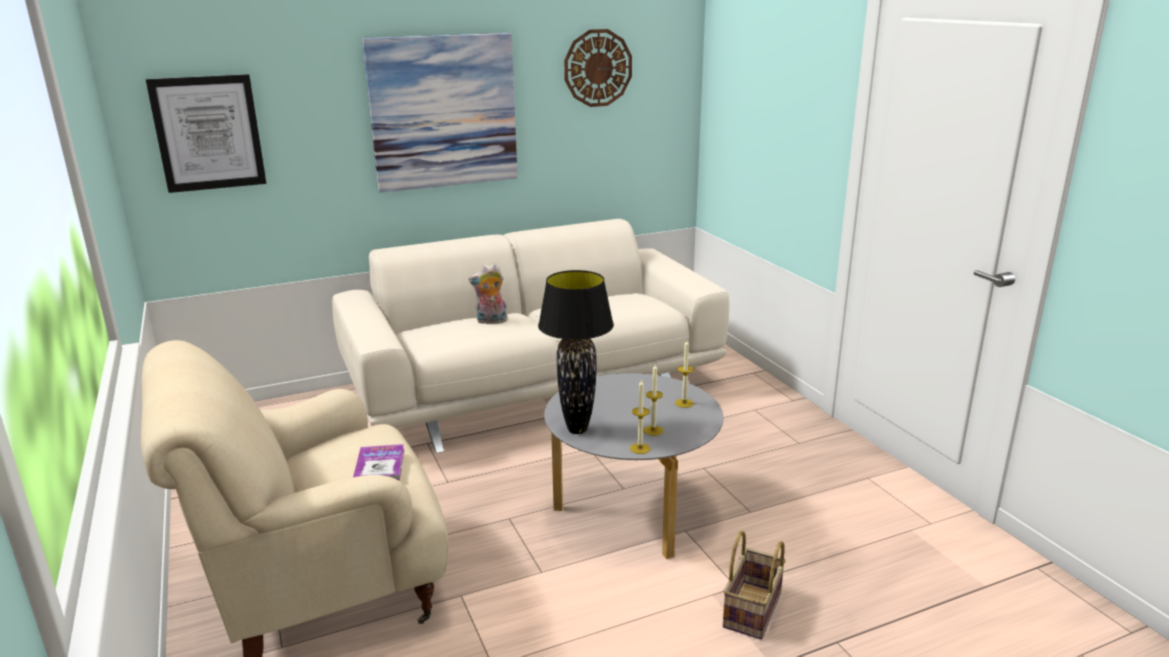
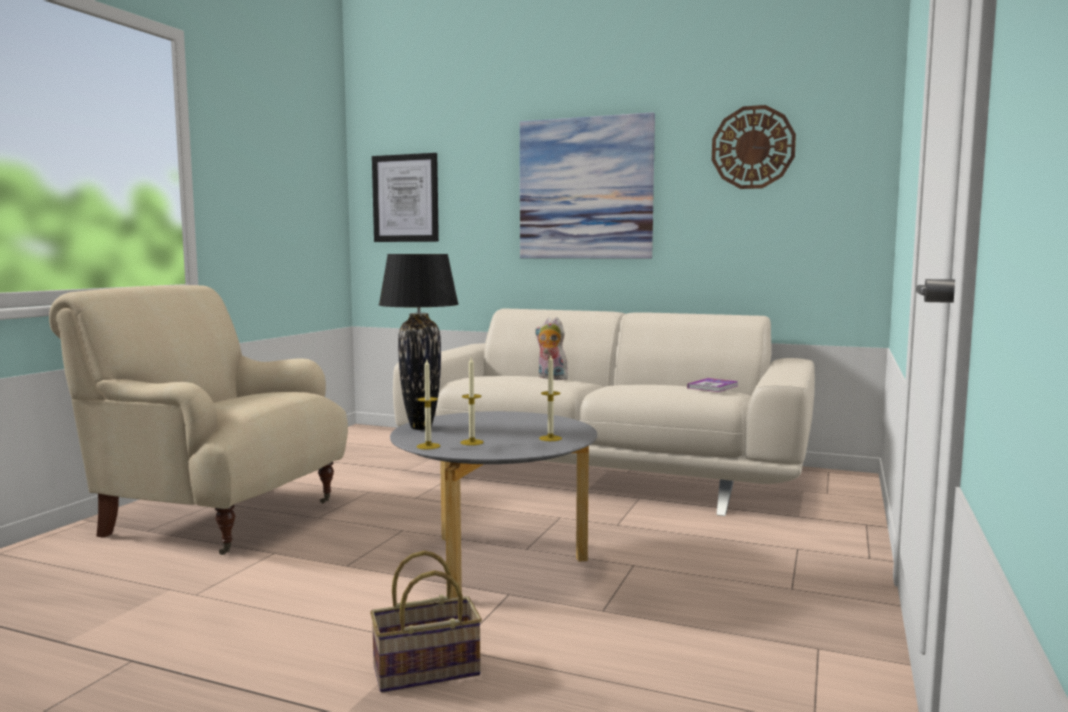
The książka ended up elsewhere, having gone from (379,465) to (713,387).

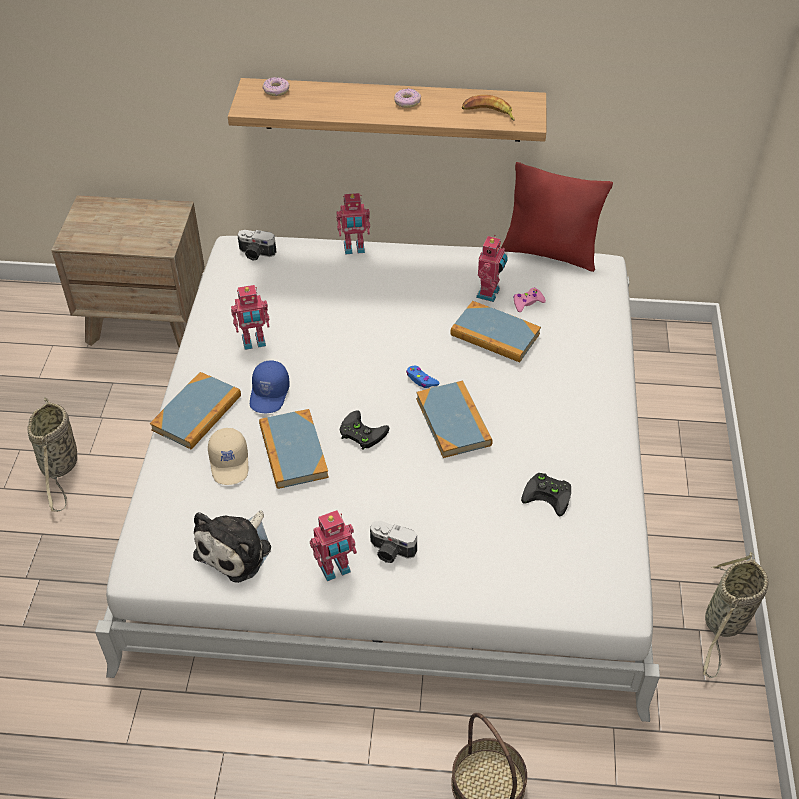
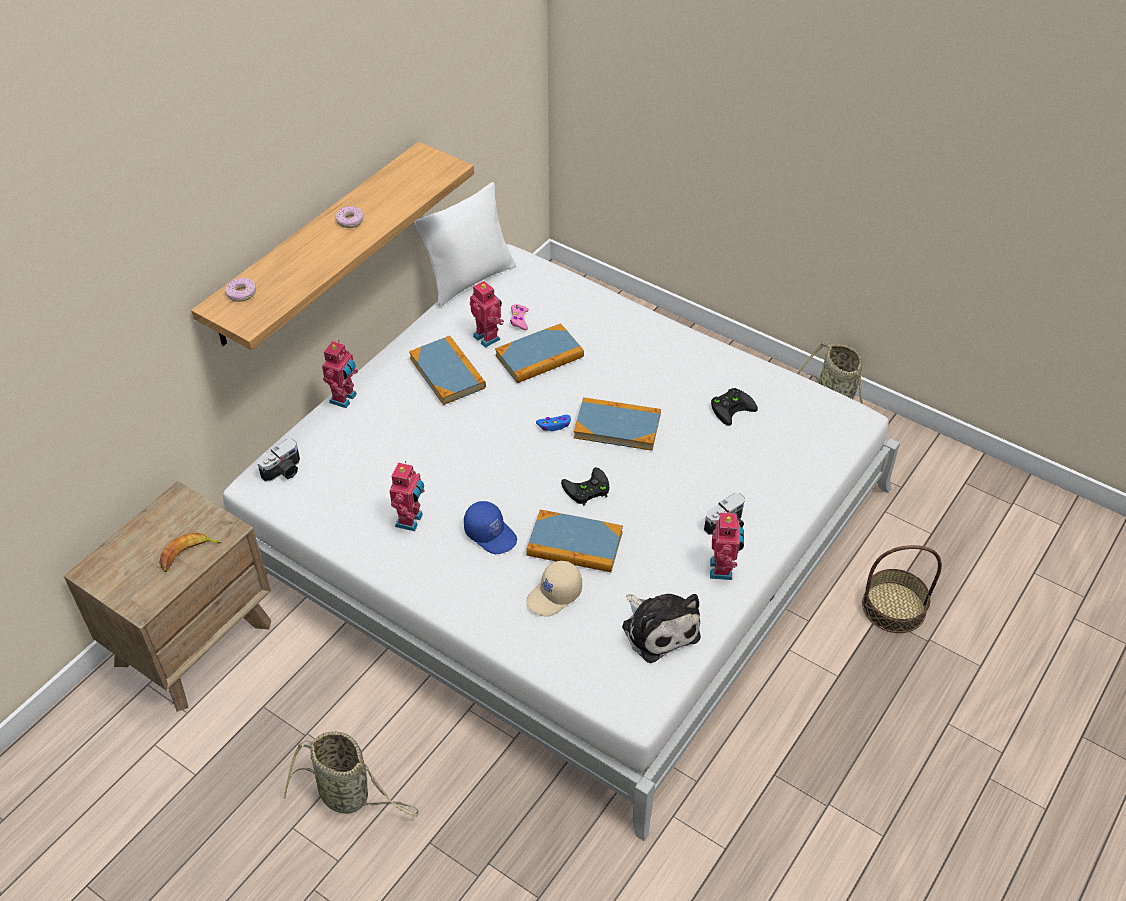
The książka ended up elsewhere, having gone from (197,413) to (447,373).
The banan ended up elsewhere, having gone from (488,113) to (188,555).
What was the poduszka/czerwony at (550,253) turned into the poduszka/biały at (470,279).
The czapka z daszkiem/beżowy at (230,463) ended up facing another way, 120 degrees clockwise from before.

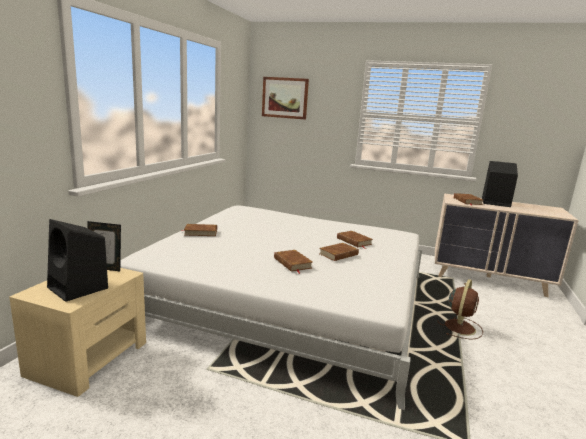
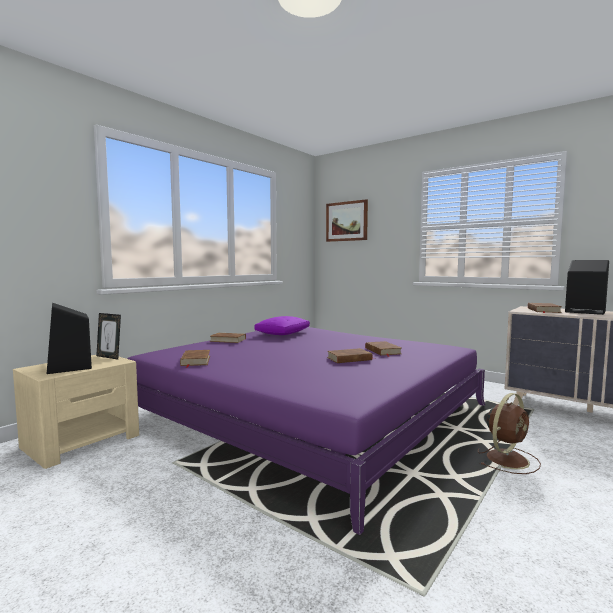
The second view gained the poduszka/fioletowy at (283,333).
The książka/brązowy ended up elsewhere, having gone from (292,263) to (195,361).
What was the łóżko/biały at (287,297) turned into the łóżko/fioletowy at (308,412).

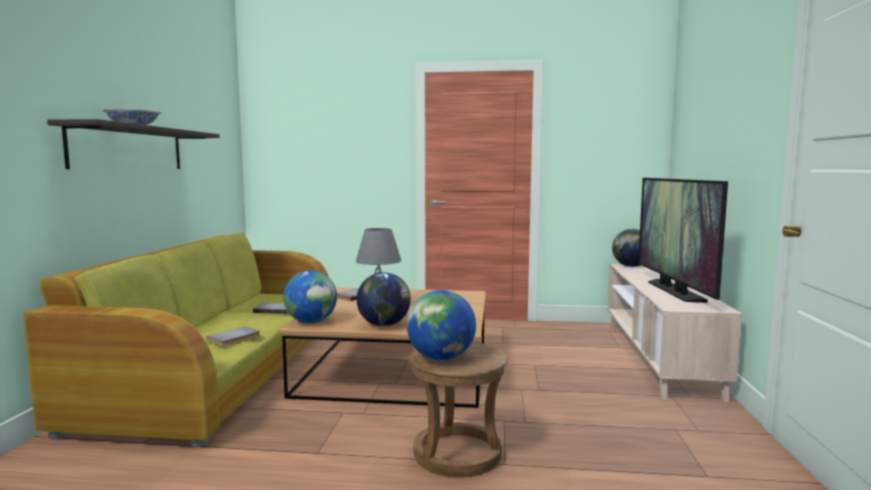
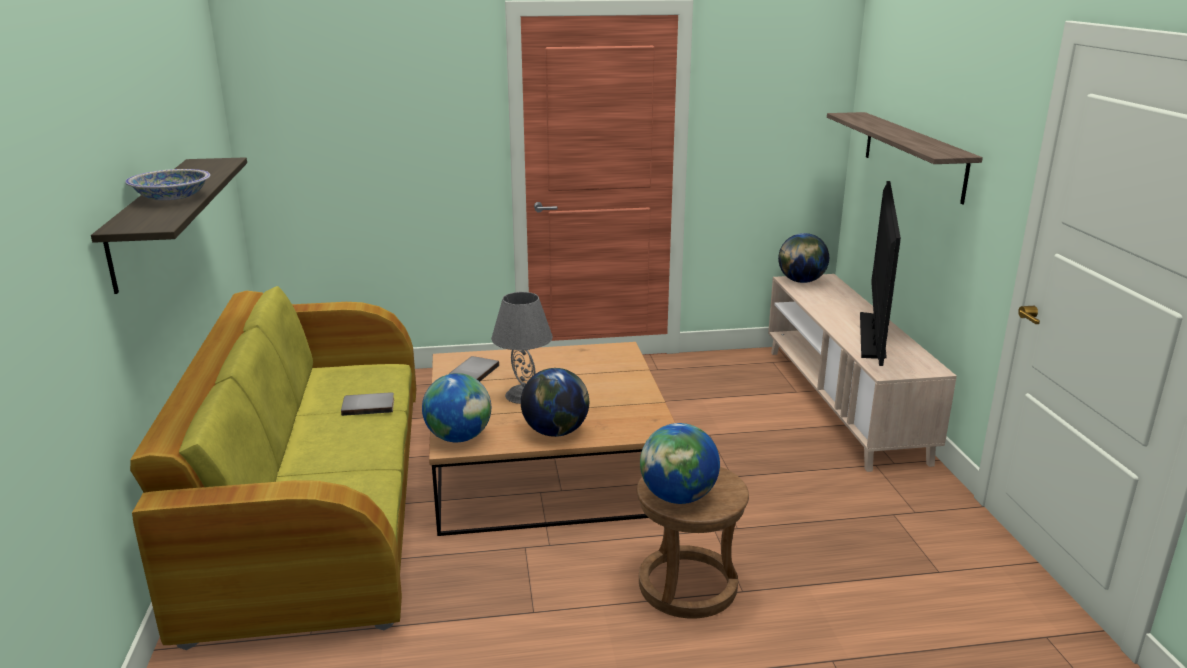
The second view lost the książka/szary at (235,338).
The second view gained the półka at (913,155).
The telewizor at (674,291) ended up facing another way, 150 degrees counterclockwise from before.

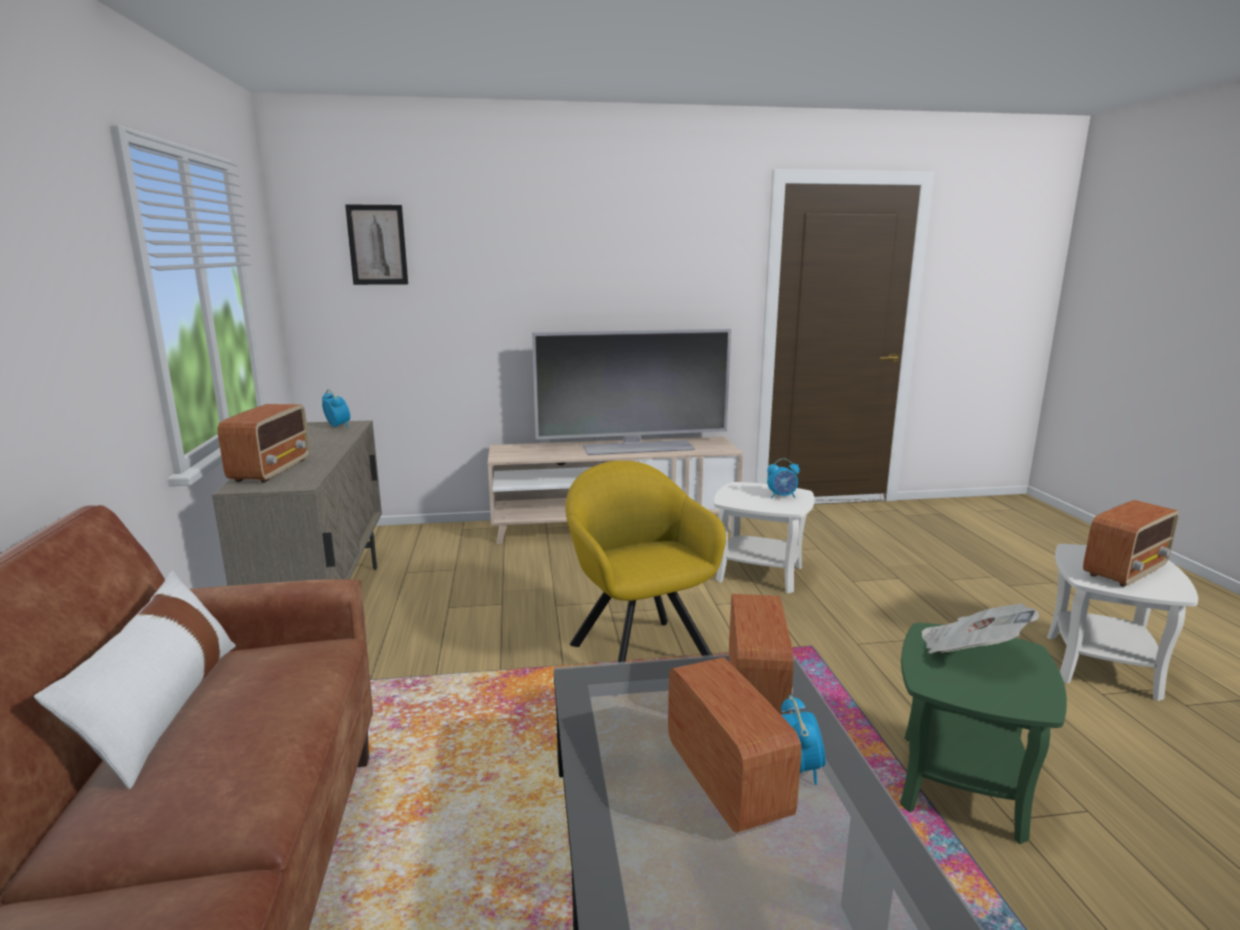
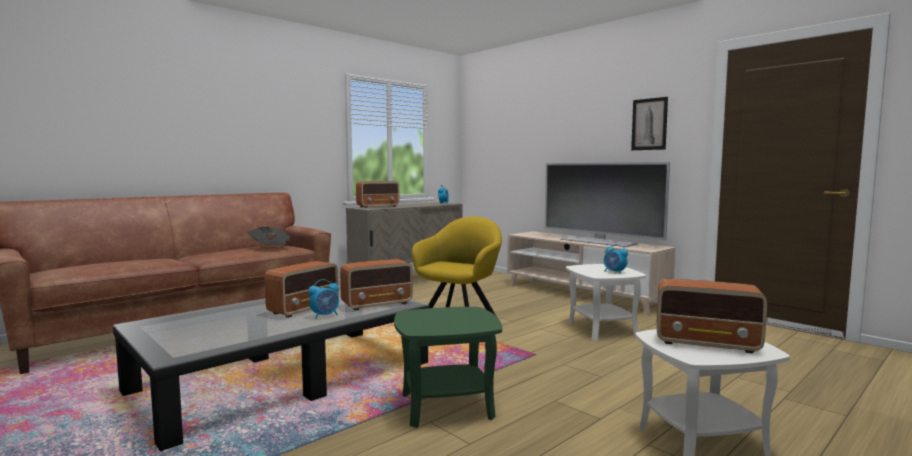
The second view lost the poduszka/biały at (163,708).
The obraz ended up elsewhere, having gone from (377,245) to (649,124).
The gazeta ended up elsewhere, having gone from (970,652) to (271,247).

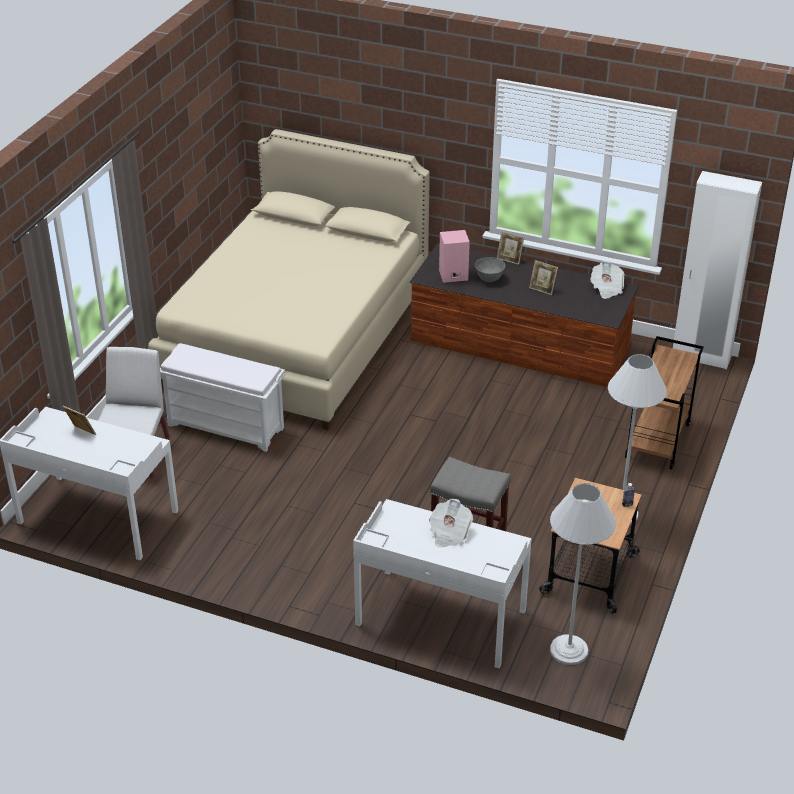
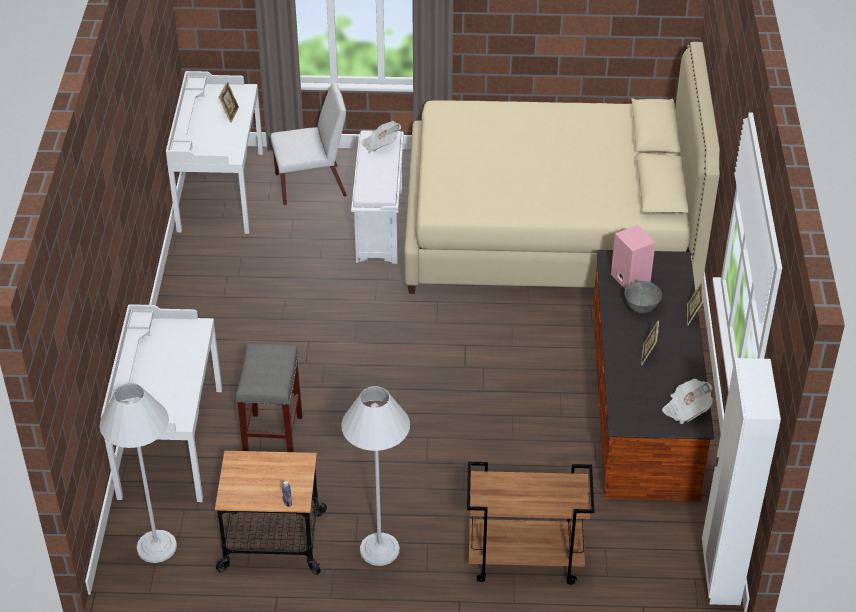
The gazeta ended up elsewhere, having gone from (449,533) to (380,145).

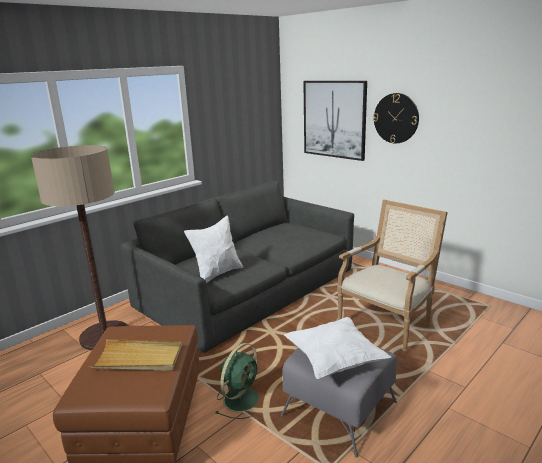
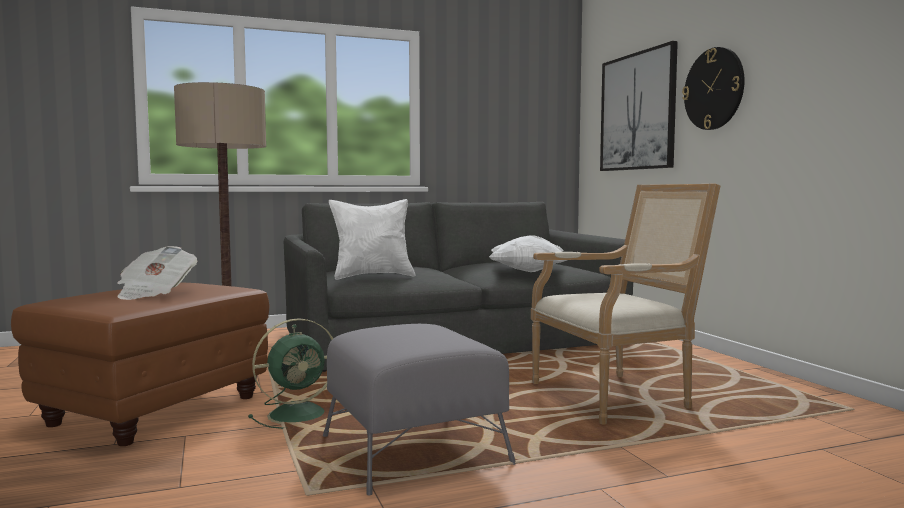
The poduszka/biały ended up elsewhere, having gone from (334,361) to (527,271).
Where the taca/beżowy stood at (138,358), the gazeta came to stand at (155,293).

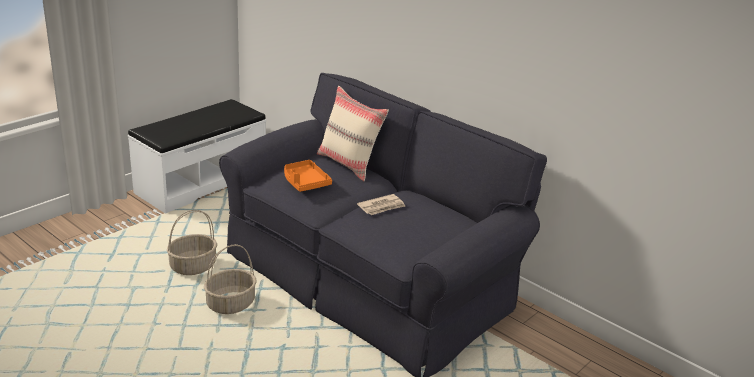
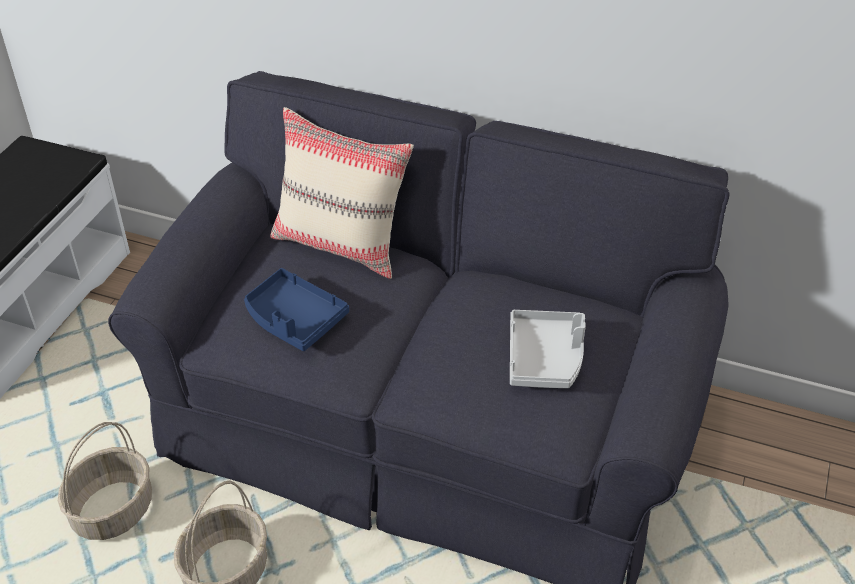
The second view lost the gazeta at (382,207).
The second view gained the taca/szary at (545,358).
What was the taca/pomarańczowy at (304,182) turned into the taca/niebieski at (294,319).

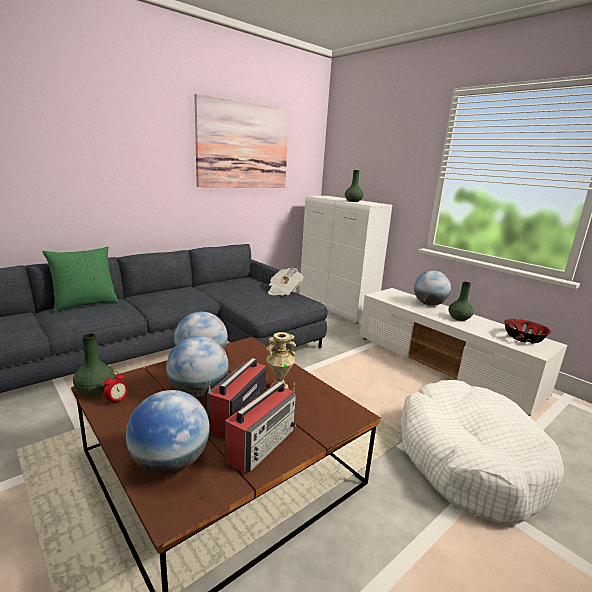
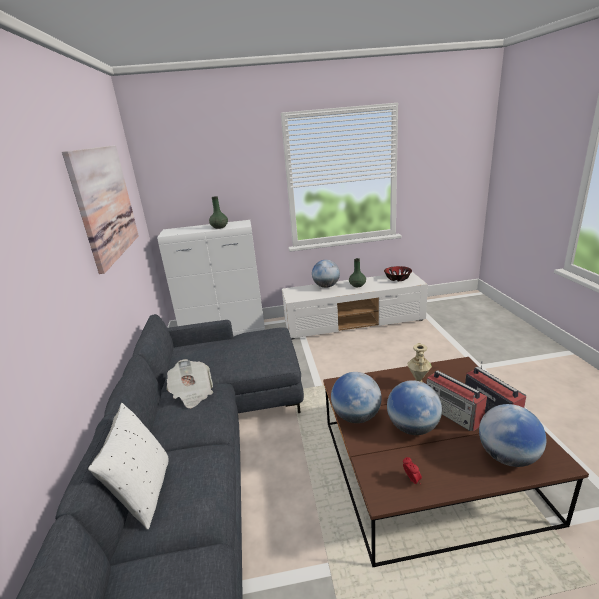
The second view lost the wazon/zielony at (96,389).
The second view lost the legowisko/biały at (468,459).
The gazeta ended up elsewhere, having gone from (283,291) to (192,393).
What was the poduszka/zielony at (85,304) turned into the poduszka/biały at (144,492).

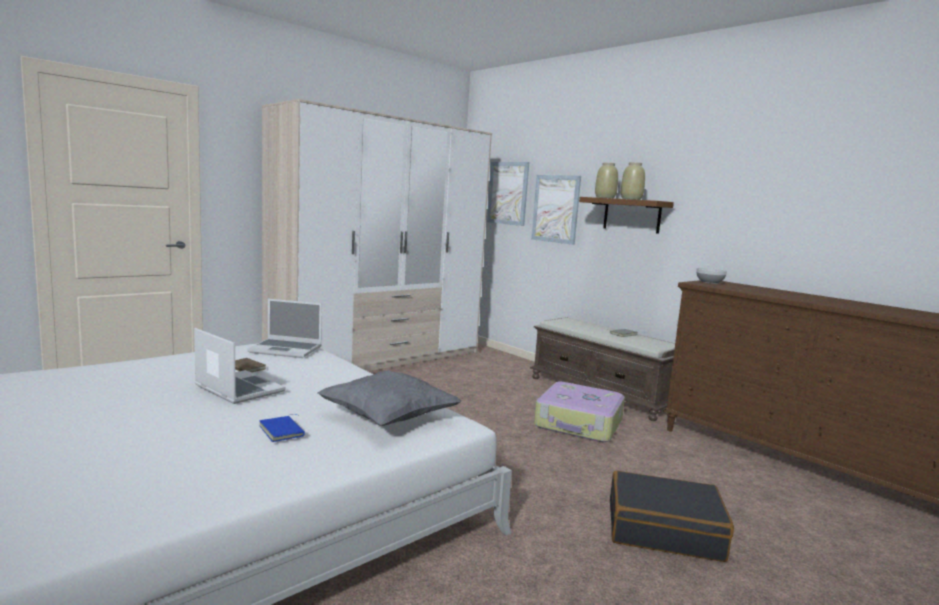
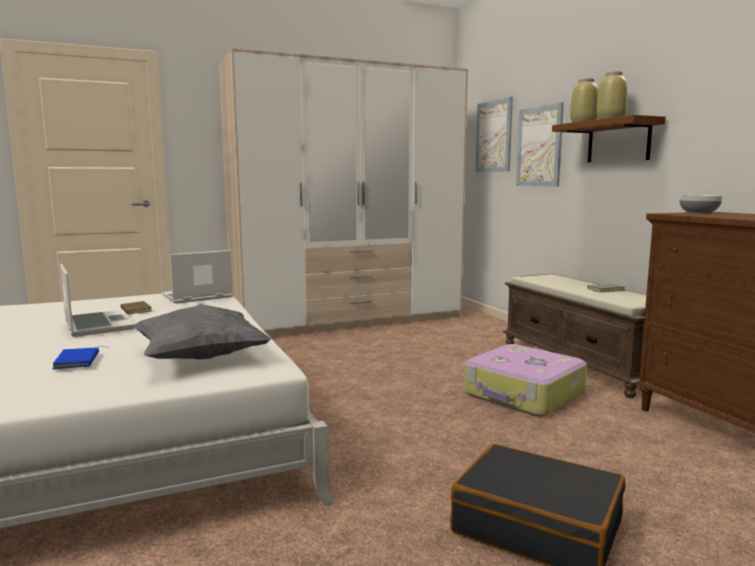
The laptop at (287,350) ended up facing another way, 120 degrees clockwise from before.

